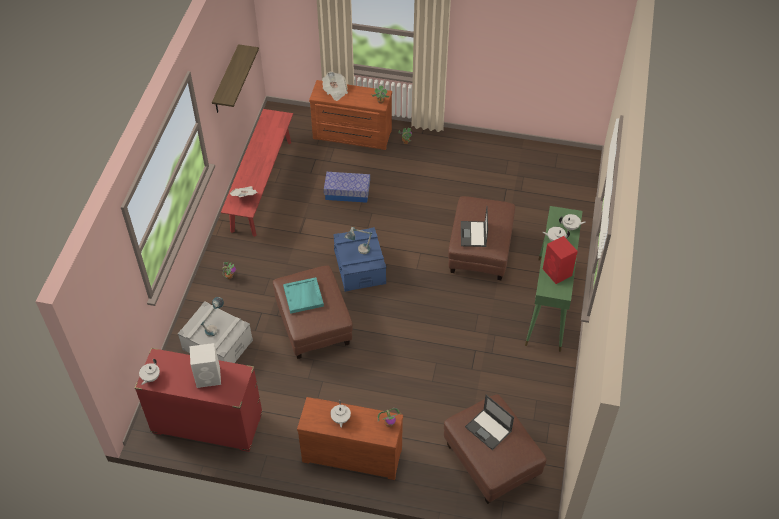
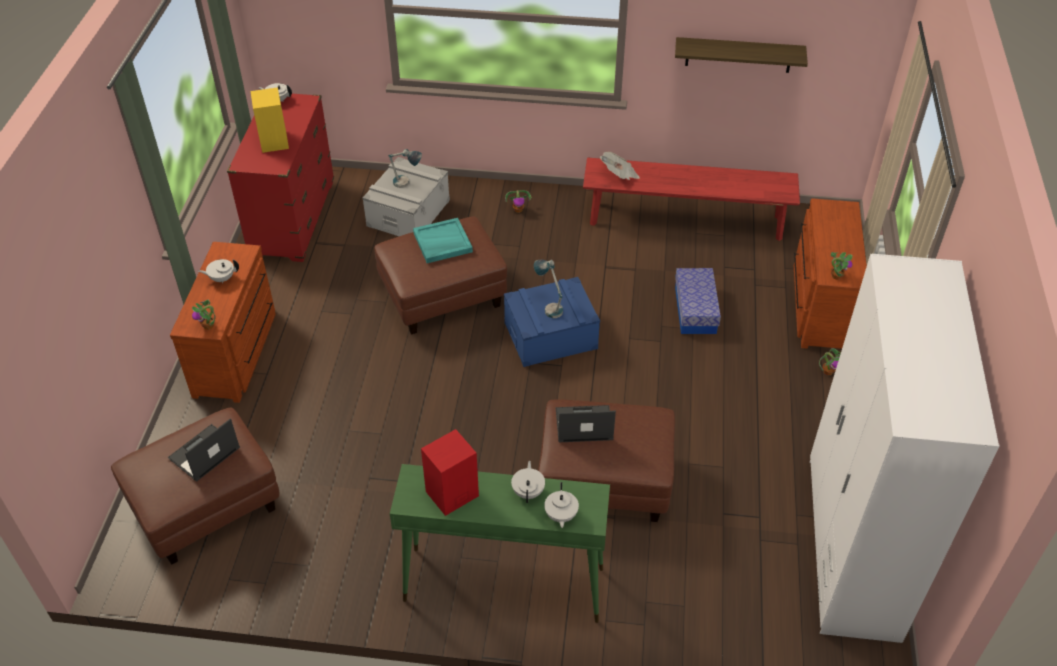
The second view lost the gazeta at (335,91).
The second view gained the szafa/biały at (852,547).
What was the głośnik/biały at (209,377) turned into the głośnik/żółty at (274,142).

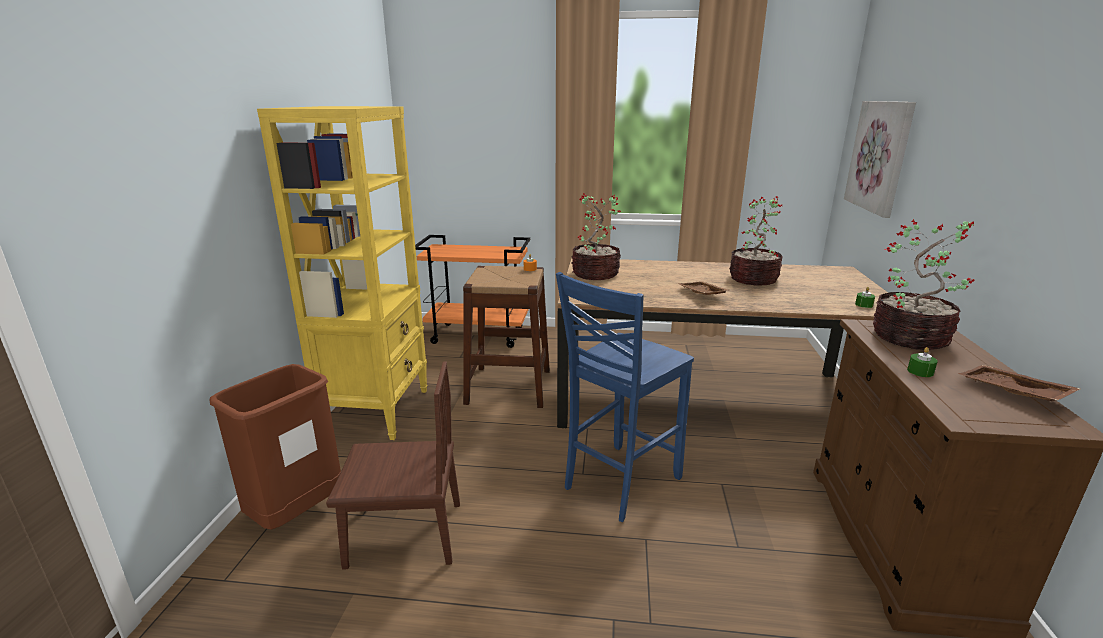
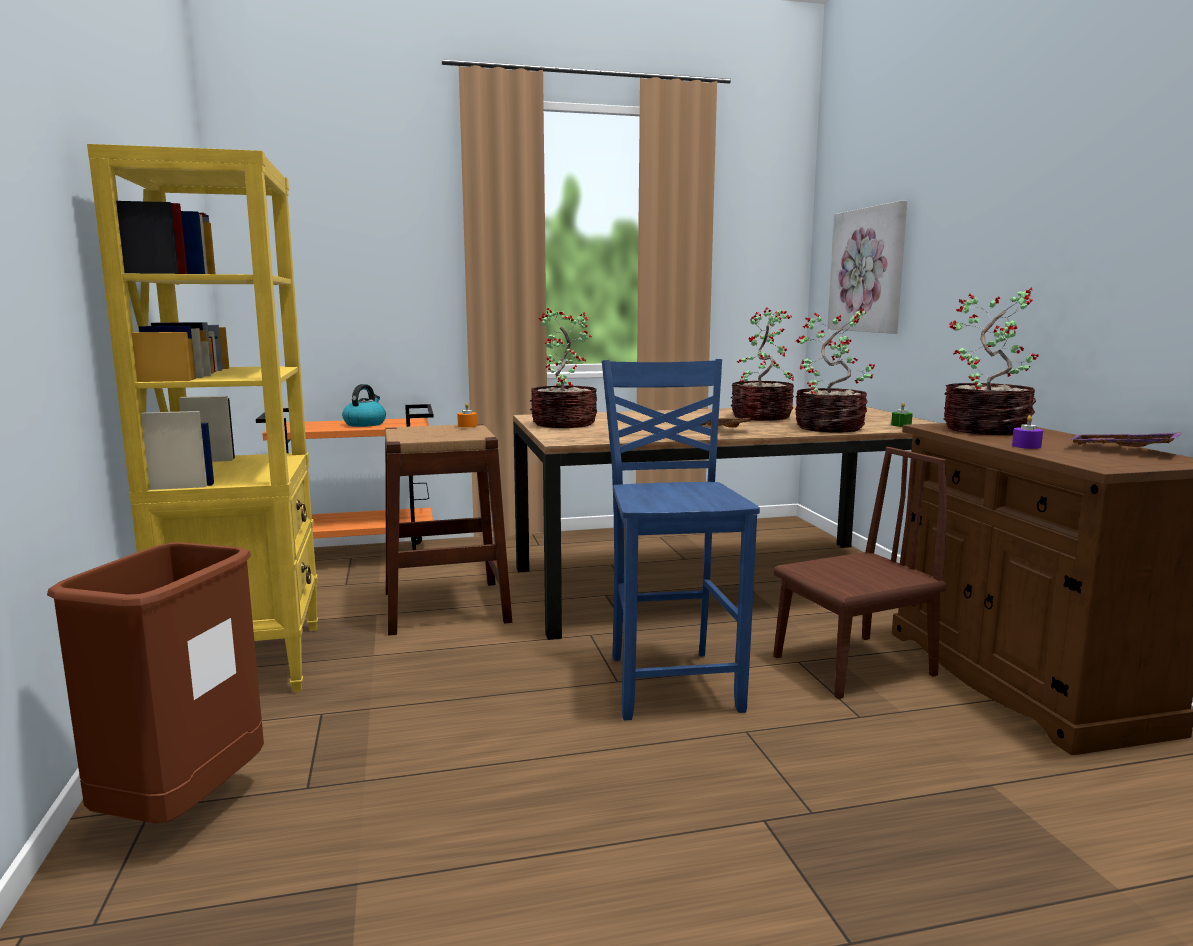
The second view gained the czajnik at (365,424).
The second view gained the roślina doniczkowa at (831,428).
The krzesło/brązowy ended up elsewhere, having gone from (405,534) to (853,666).
What was the świeca/zielony at (920,371) turned into the świeca/fioletowy at (1026,446).
What was the taca/brązowy at (1011,393) turned into the taca/fioletowy at (1121,450).
The krzesło/niebieski at (619,482) ended up facing another way, 150 degrees clockwise from before.

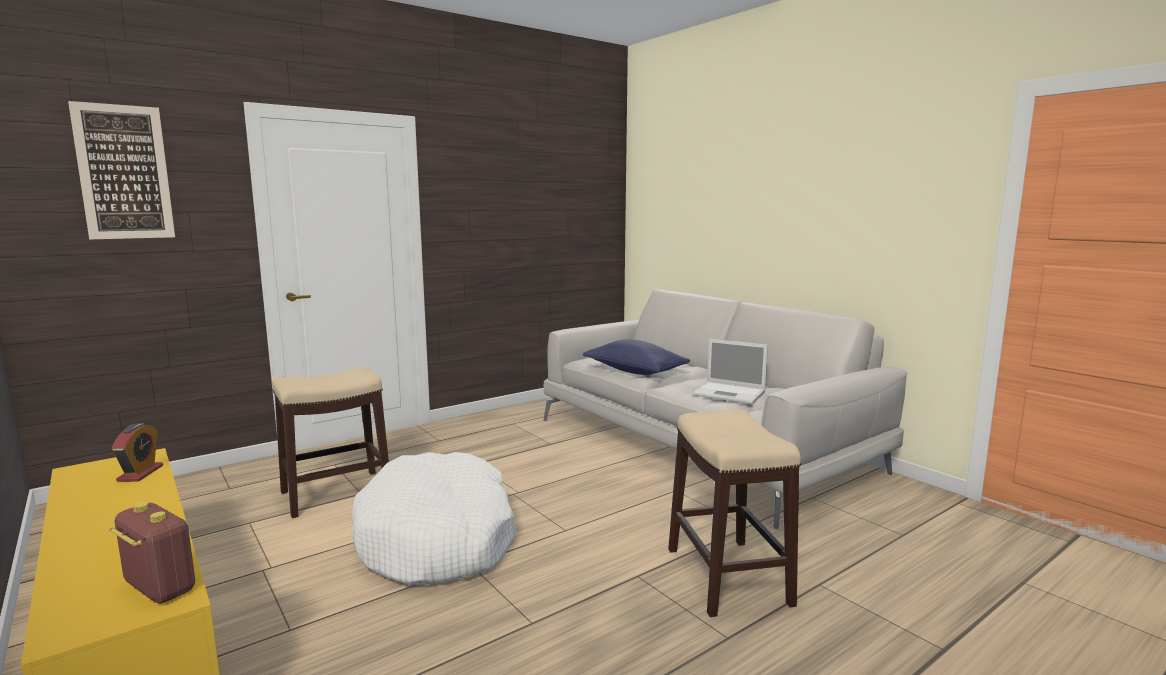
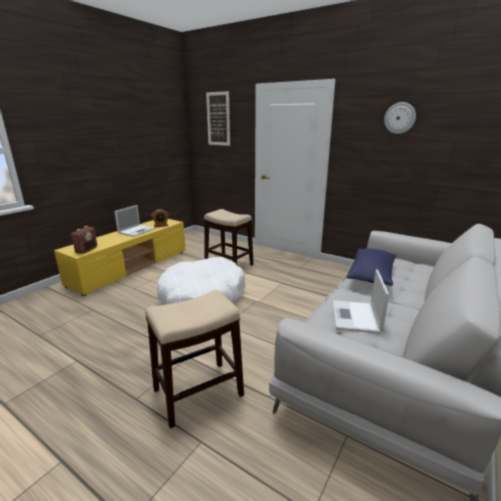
The second view gained the laptop at (137,231).
The second view gained the zegar ścienny at (399,118).

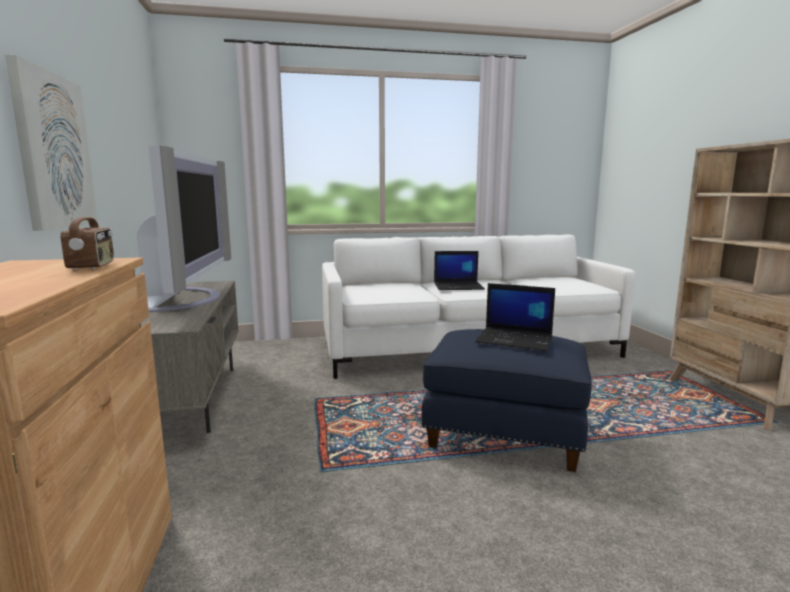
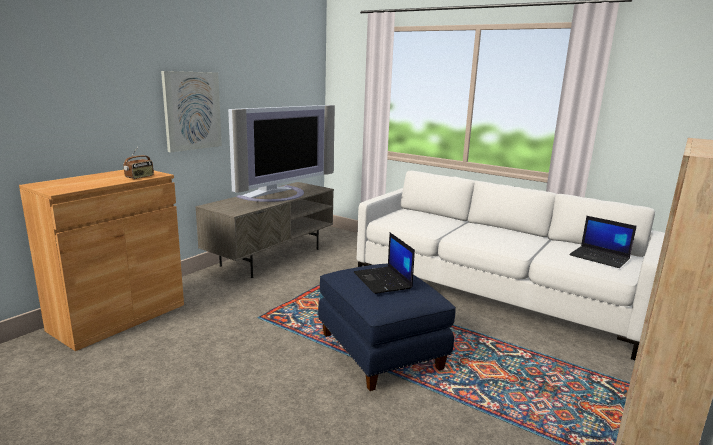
The laptop ended up elsewhere, having gone from (459,286) to (600,257).

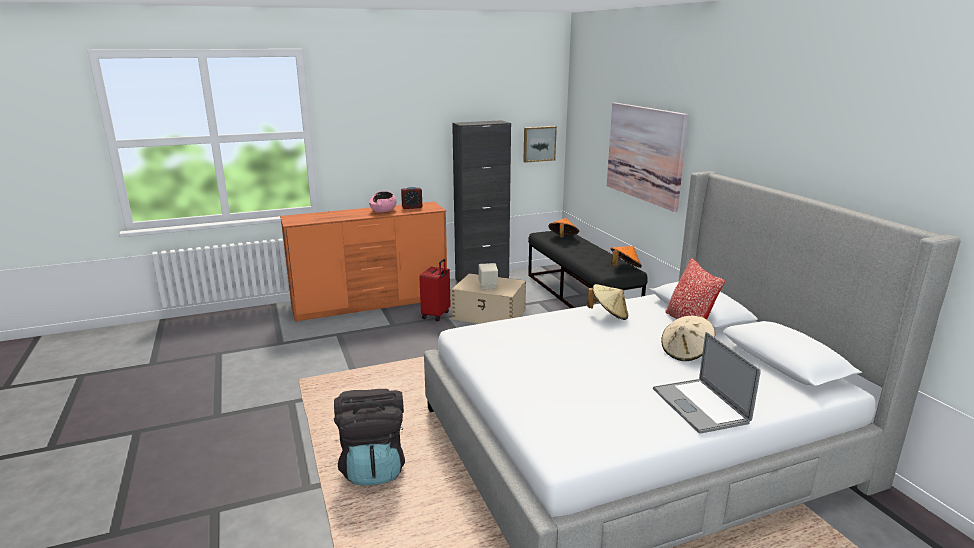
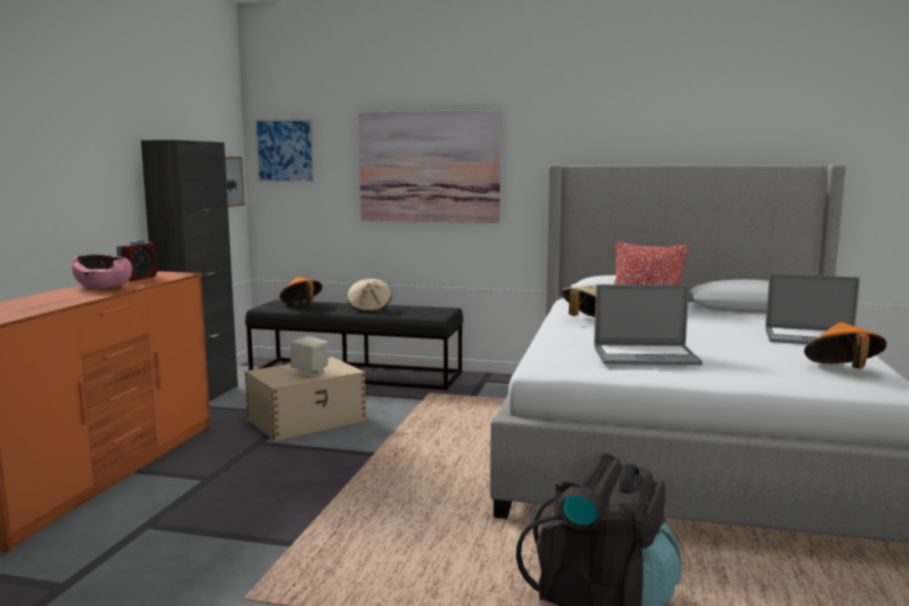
The second view lost the walizka/czerwony at (436,315).
The second view gained the obraz at (285,150).
The second view gained the laptop at (645,356).
The kapelusz/pomarańczowy ended up elsewhere, having gone from (624,268) to (842,371).
The kapelusz/beżowy ended up elsewhere, having gone from (686,352) to (369,309).

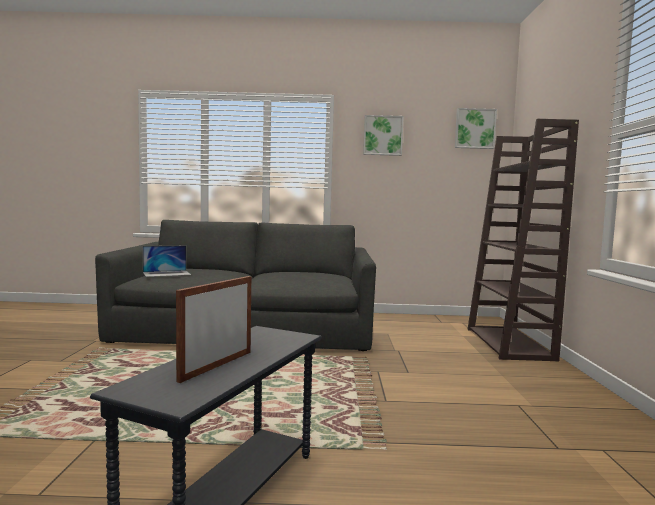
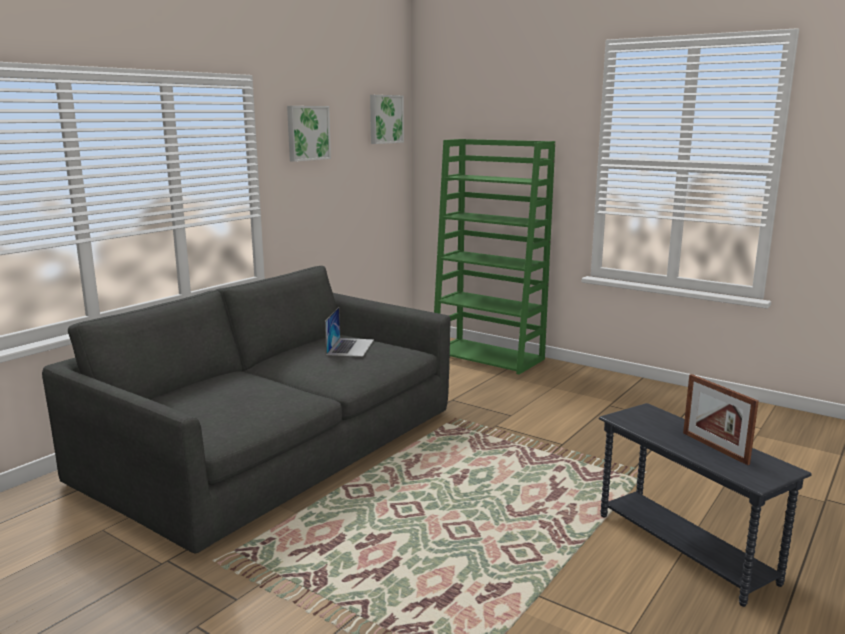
The laptop ended up elsewhere, having gone from (167,273) to (350,347).
What was the regał/brązowy at (509,344) turned into the regał/zielony at (489,357).

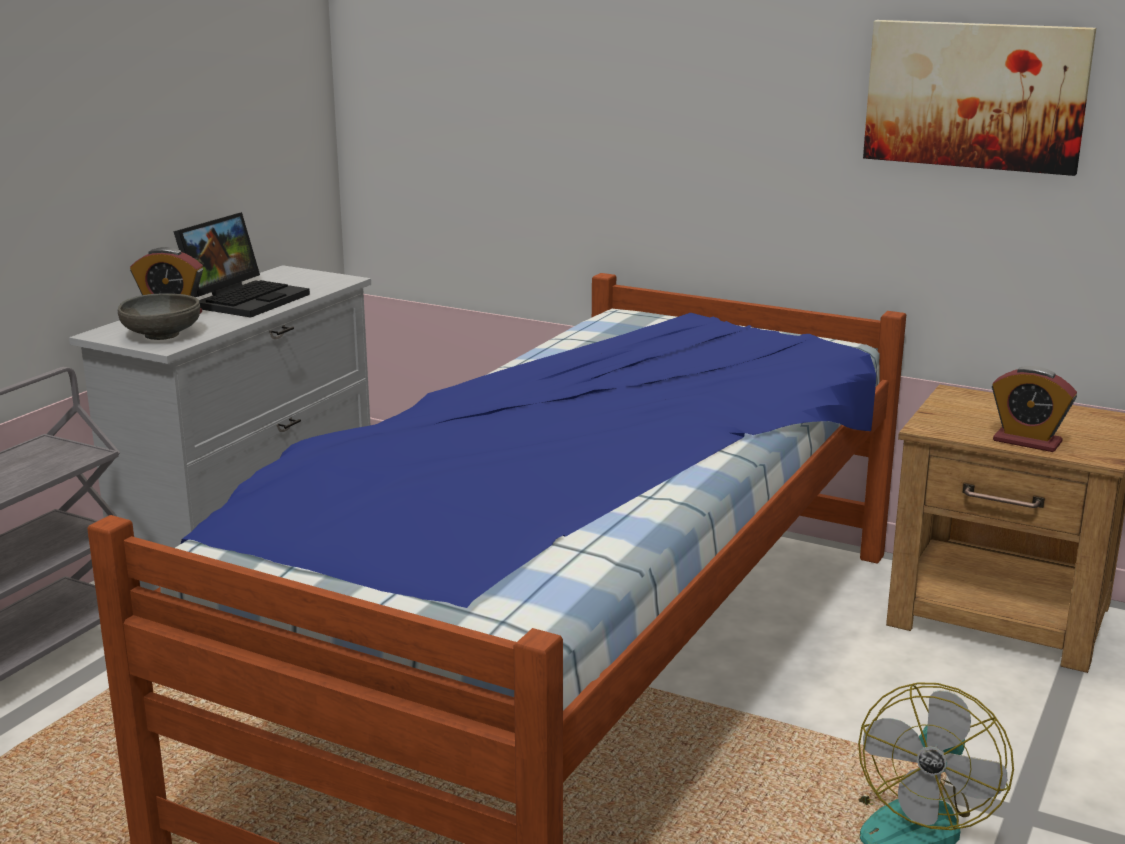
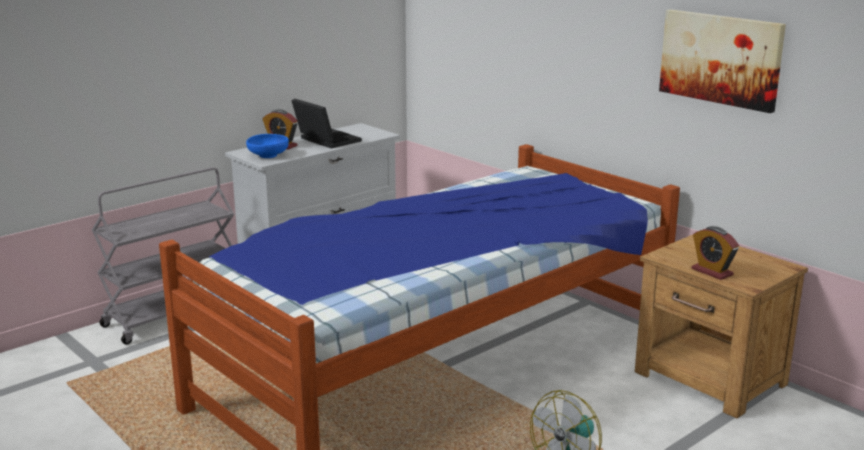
What was the miska/szary at (162,335) turned into the miska/niebieski at (268,155).
The laptop at (246,299) ended up facing another way, 90 degrees counterclockwise from before.

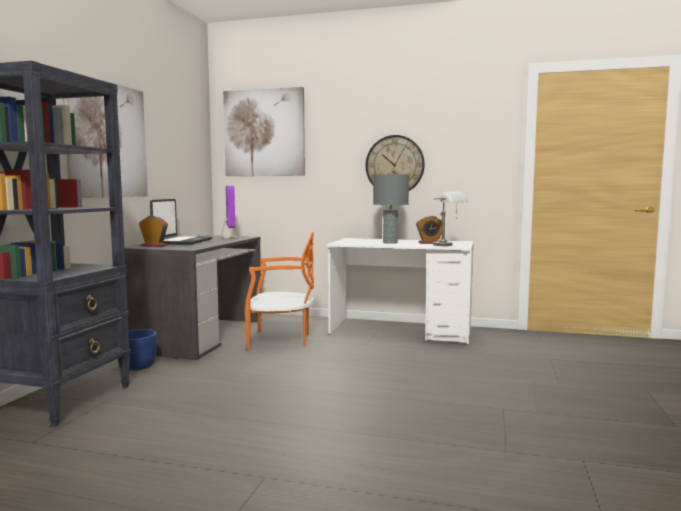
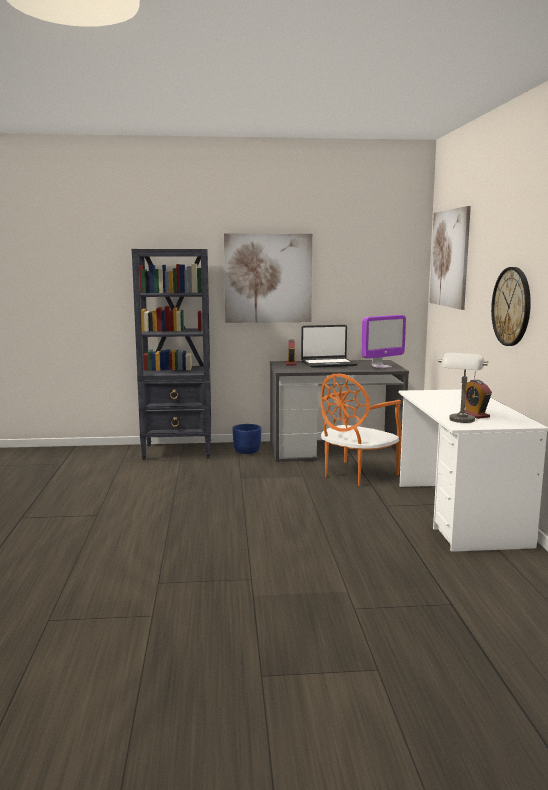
The second view lost the lampa stołowa/szary at (390,242).
The krzesło/pomarańczowy at (281,340) ended up facing another way, 60 degrees clockwise from before.

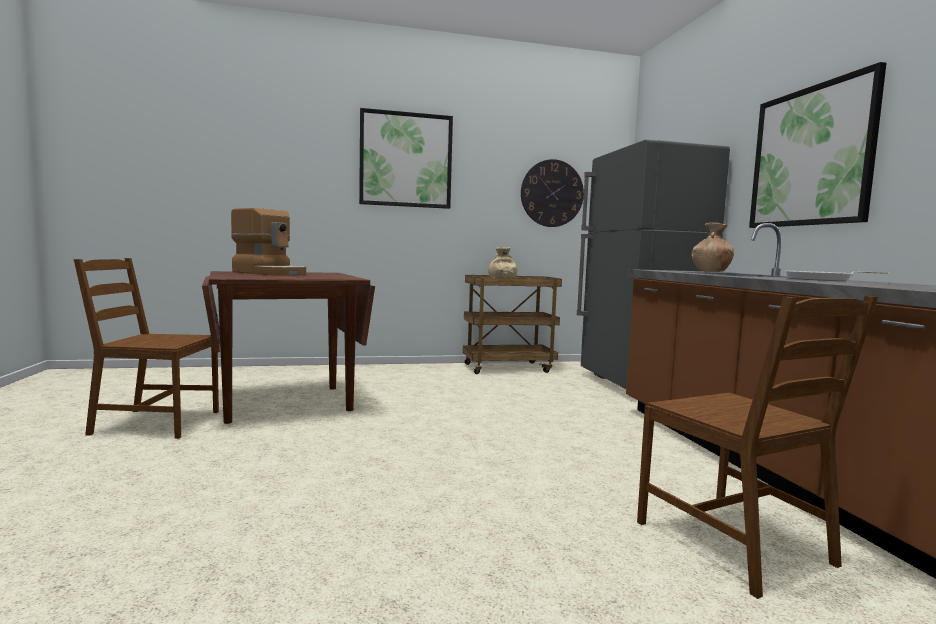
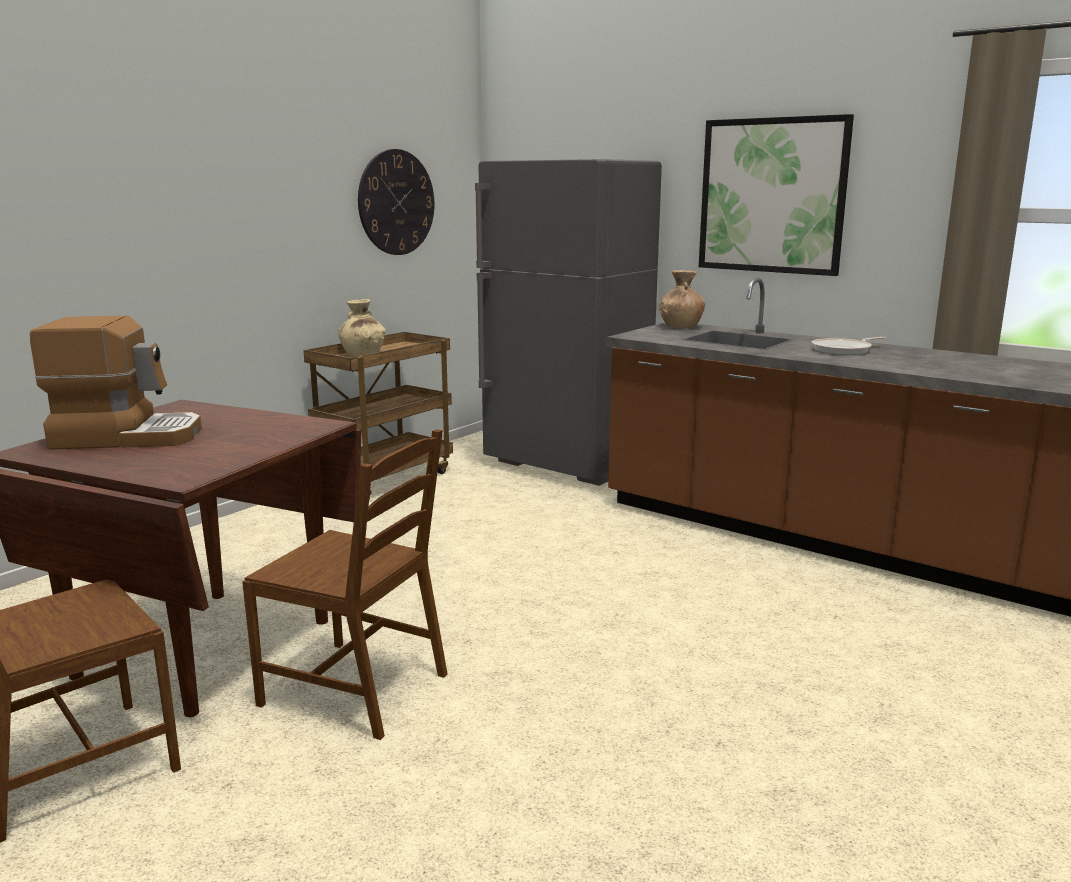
The second view lost the obraz at (406,160).
The krzesło/brązowy ended up elsewhere, having gone from (735,543) to (357,688).

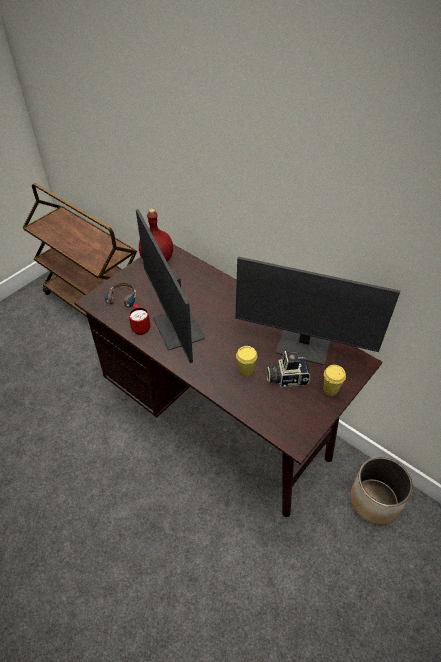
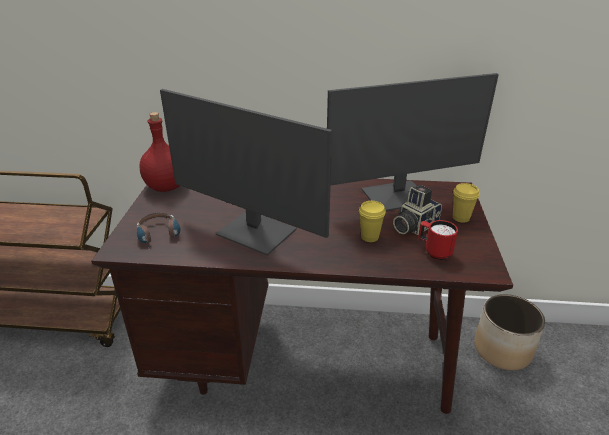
The kubek/czerwony ended up elsewhere, having gone from (140,327) to (434,252).

